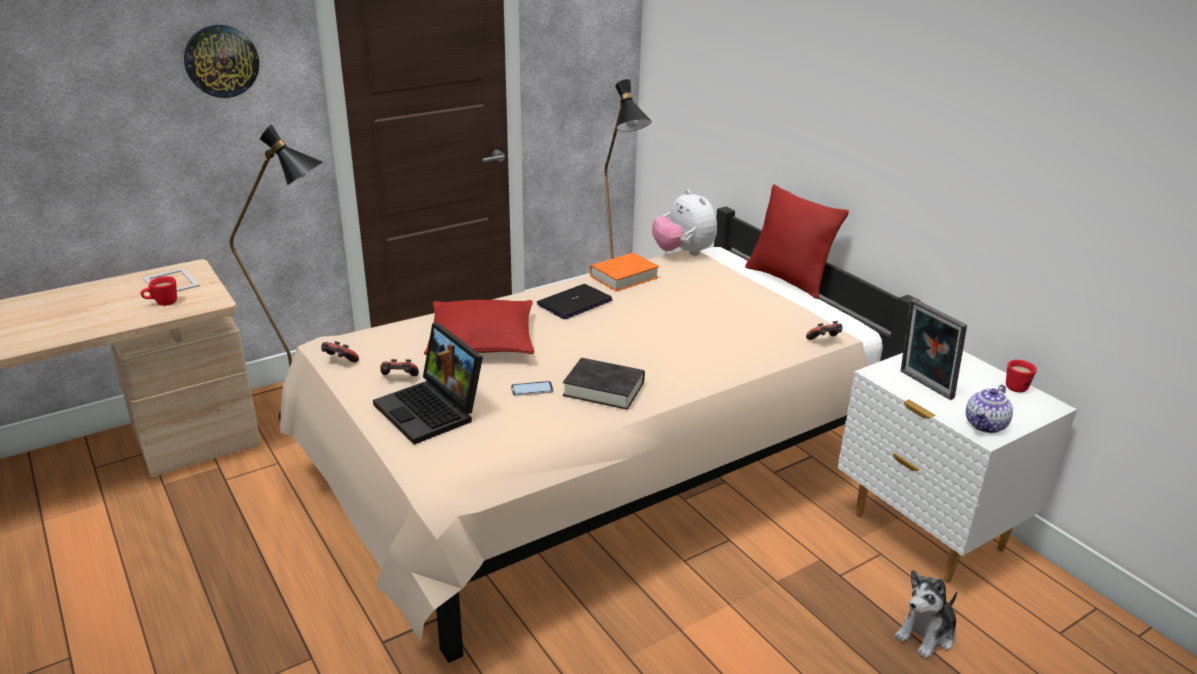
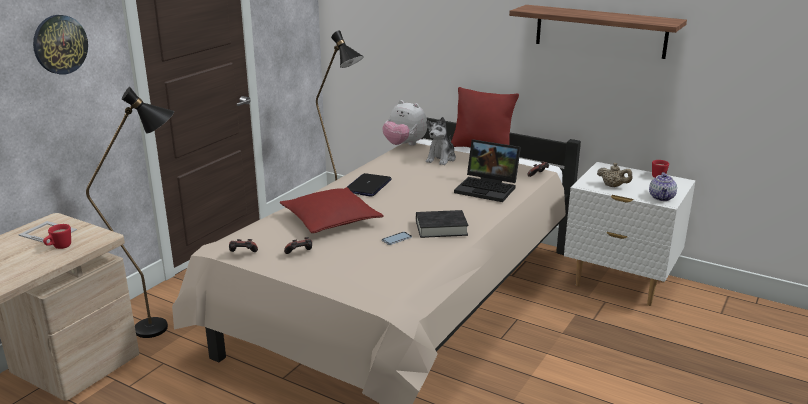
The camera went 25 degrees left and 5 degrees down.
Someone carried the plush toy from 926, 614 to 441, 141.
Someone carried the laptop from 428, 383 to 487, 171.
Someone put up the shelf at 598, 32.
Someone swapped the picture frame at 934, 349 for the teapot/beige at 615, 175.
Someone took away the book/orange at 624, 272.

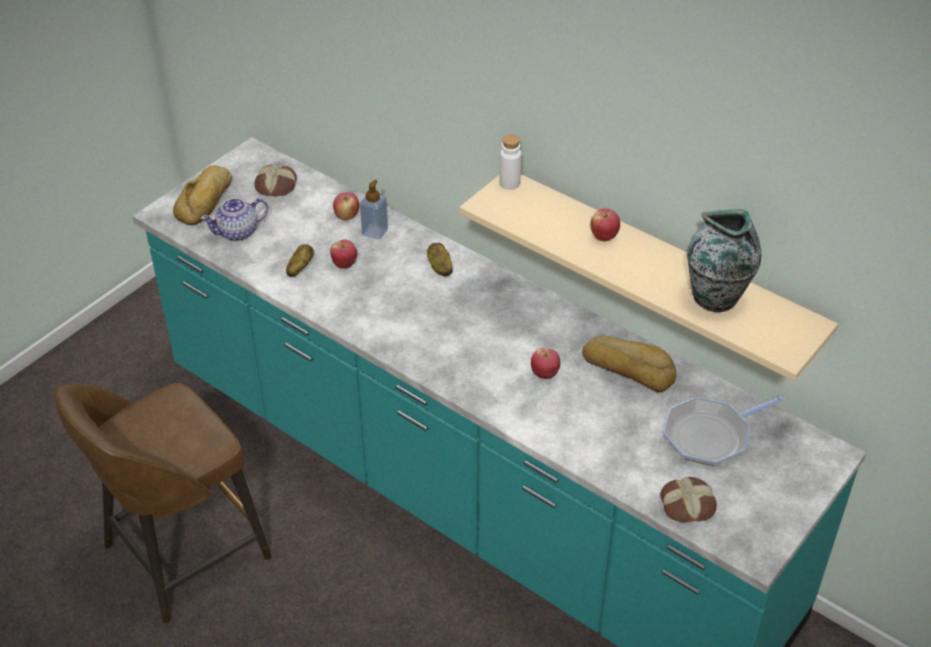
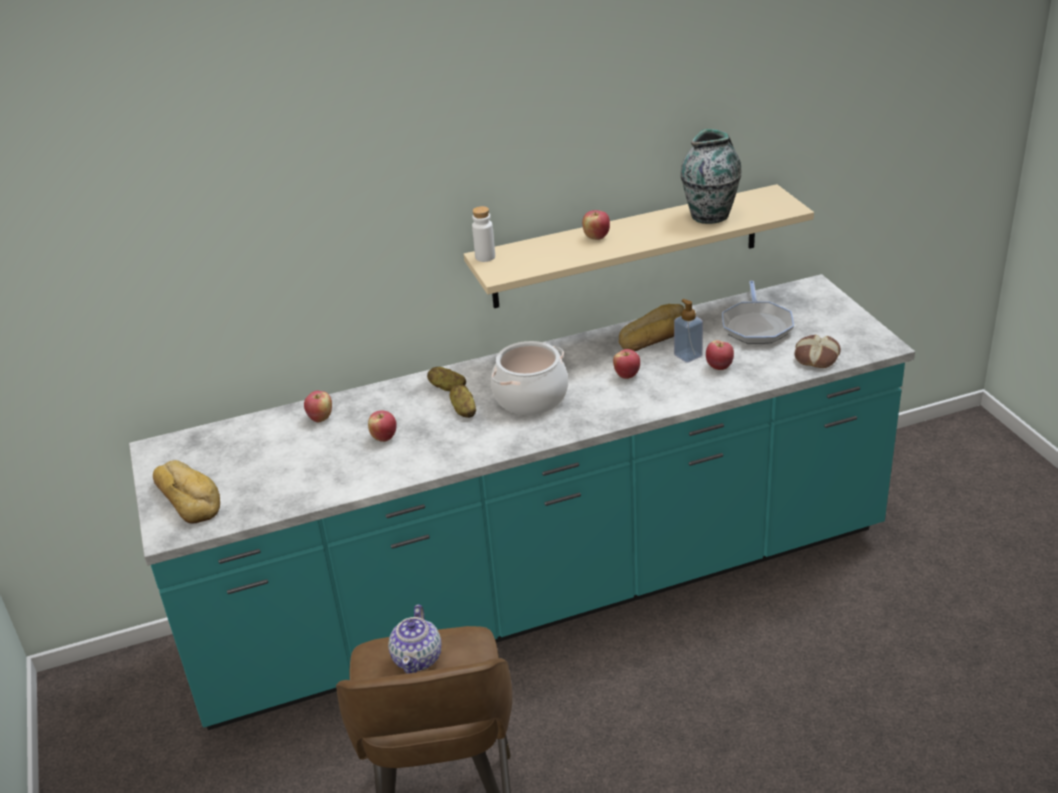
The camera went 55 degrees left and 10 degrees down.
Someone carried the teapot from 234, 219 to 414, 639.
Someone carried the potato from 300, 260 to 463, 401.
Someone put down the cooking pot at 529, 378.
Someone carried the soap dispenser from 374, 210 to 688, 331.
Someone put down the apple at 720, 355.
Someone took away the bread at 276, 180.

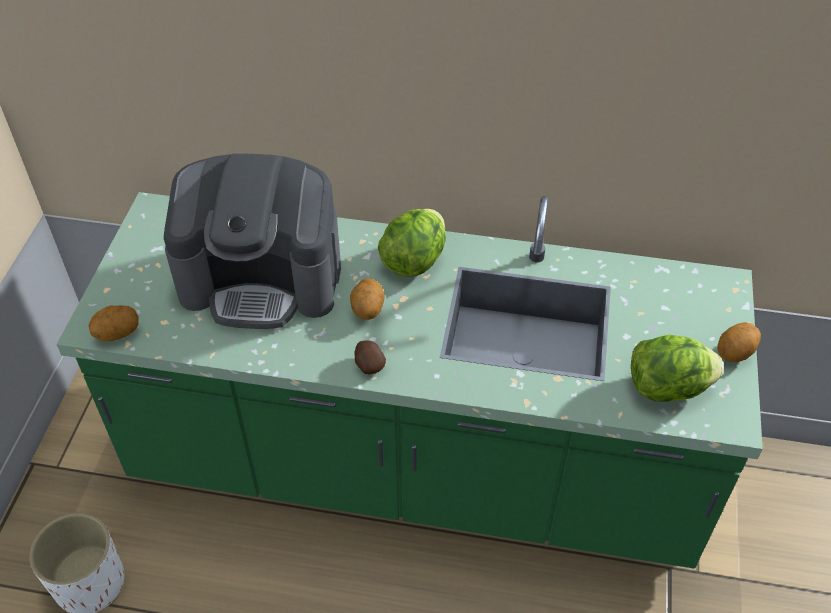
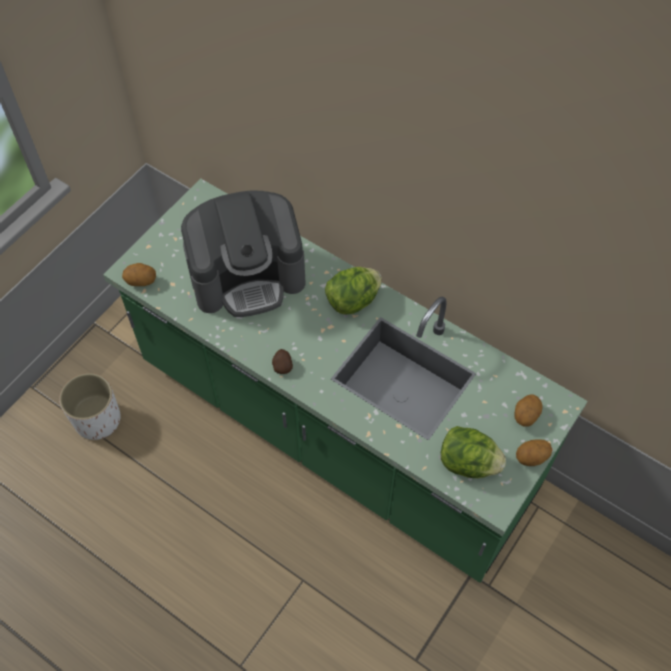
The camera went 25 degrees right and 10 degrees up.
Someone rotated the coffee machine at 252, 241 by 45 degrees counterclockwise.
Someone carried the potato from 367, 299 to 528, 410.

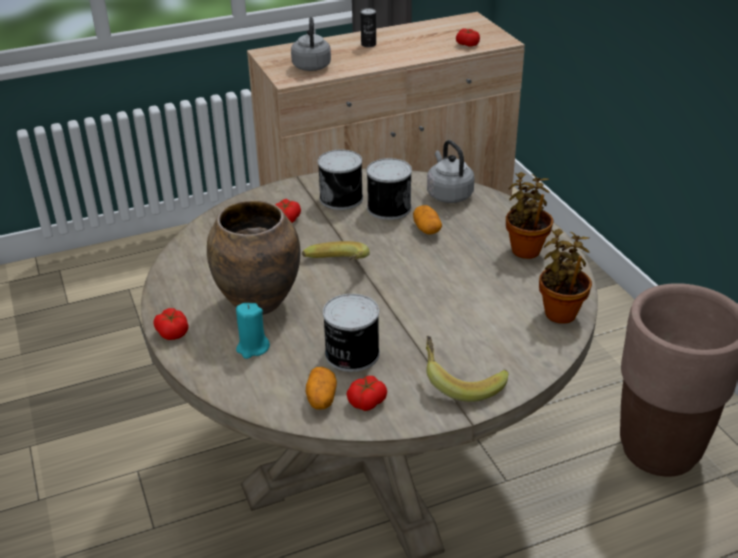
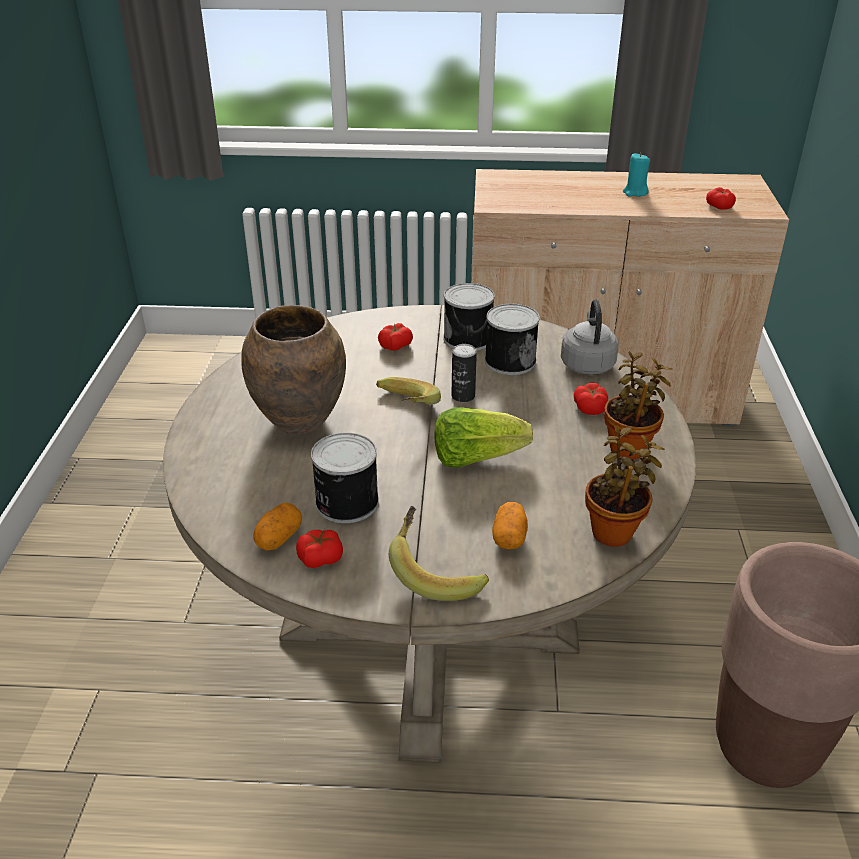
The camera went 25 degrees right and 0 degrees up.
Someone put down the lettuce at 483, 437.
Someone carried the can from 368, 27 to 464, 373.
Someone carried the potato from 427, 219 to 510, 525.
Someone carried the tomato from 171, 324 to 591, 399.
Someone carried the candle/turquoise from 253, 331 to 636, 175.
Someone took away the kettle/grey at 311, 44.

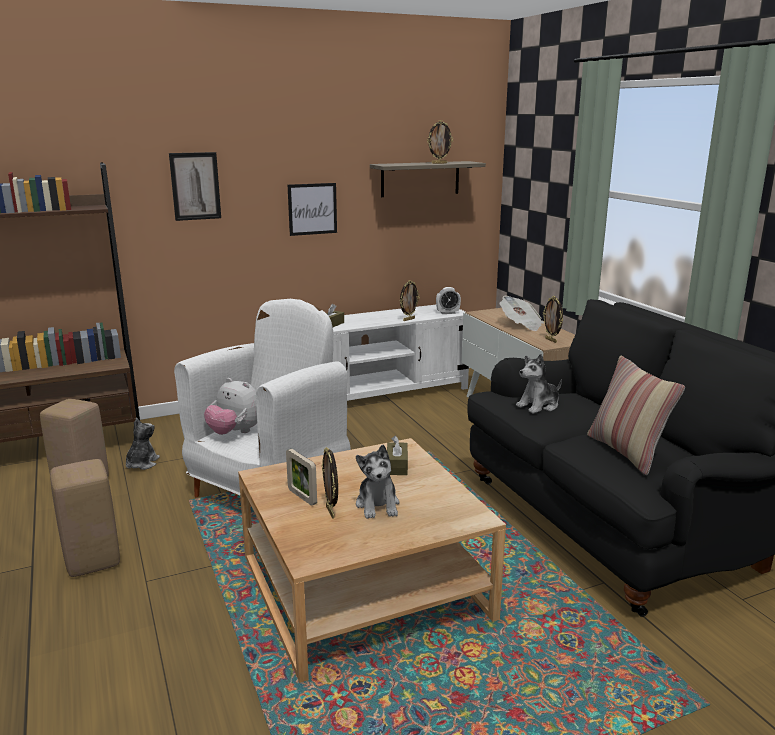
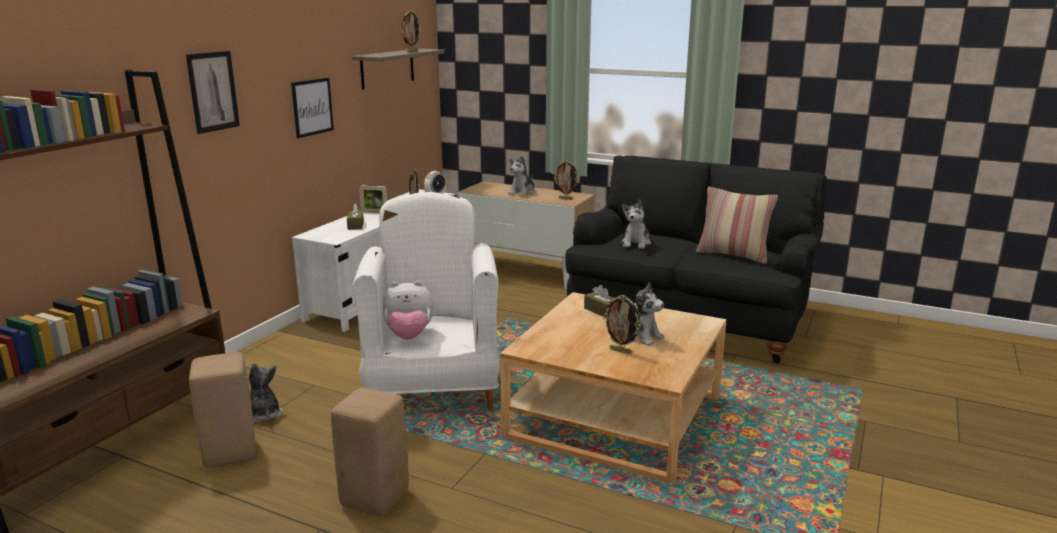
The camera went 40 degrees left and 0 degrees up.
Someone carried the picture frame from 301, 477 to 373, 199.
Someone swapped the newspaper at 522, 313 for the plush toy at 521, 176.

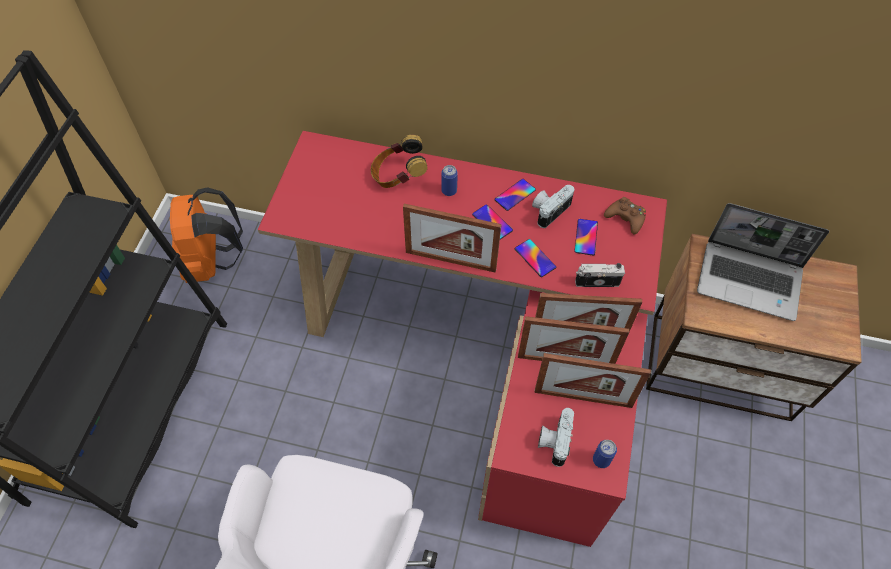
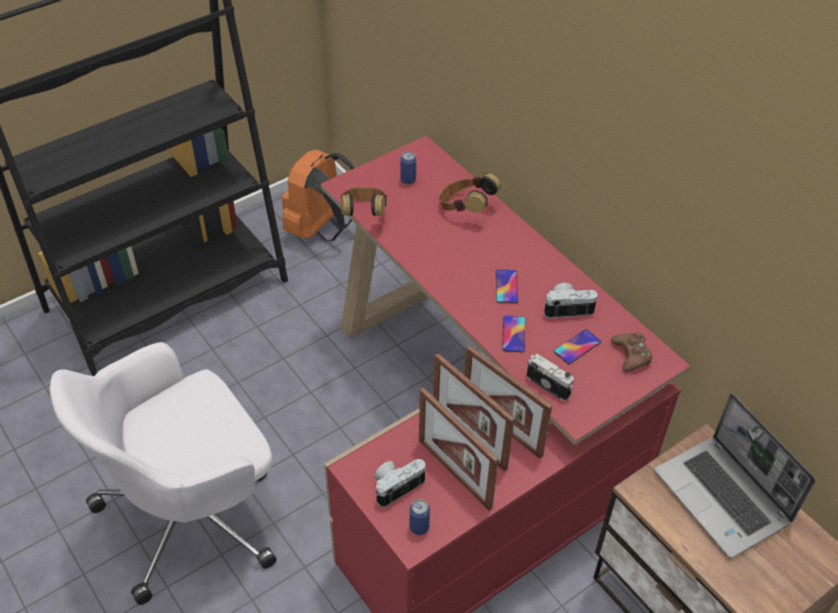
The camera went 40 degrees right and 10 degrees down.
Someone put down the headphones at 364, 201.
Someone carried the can from 449, 180 to 408, 168.
Someone took away the picture frame at 452, 238.
Someone took away the phone at 515, 195.

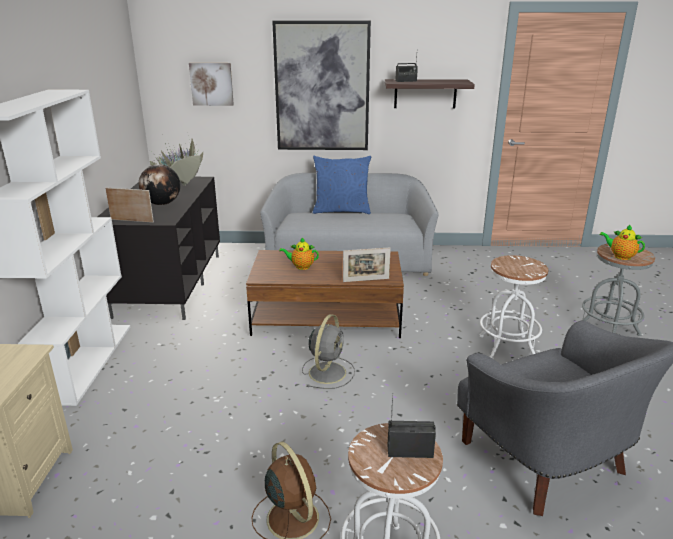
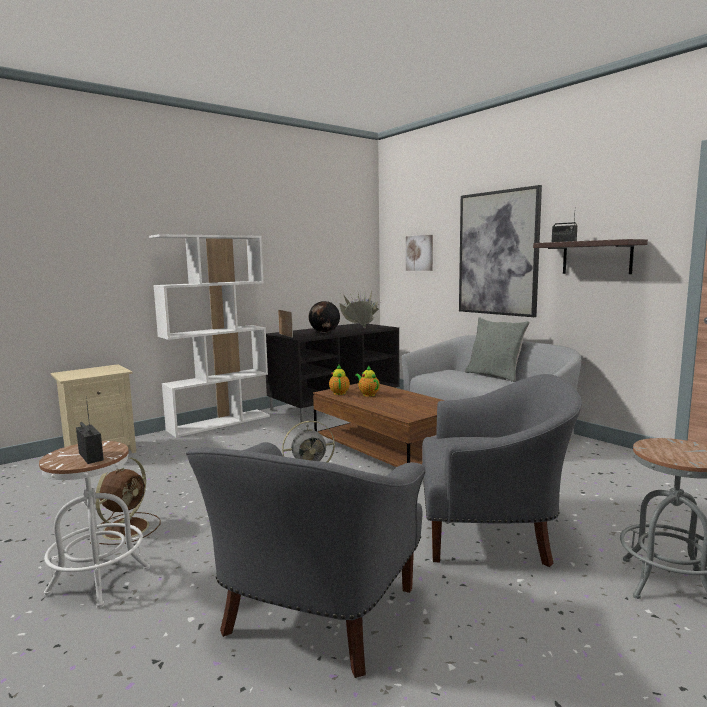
The camera went 50 degrees right and 15 degrees down.
Someone carried the teapot from 622, 242 to 339, 380.
Someone swapped the stool/white at 513, 307 for the armchair/grey at 502, 470.
Someone repainted the pillow/blue at 342, 185, which became the pillow/grey at 497, 349.
Someone took away the picture frame at 367, 264.

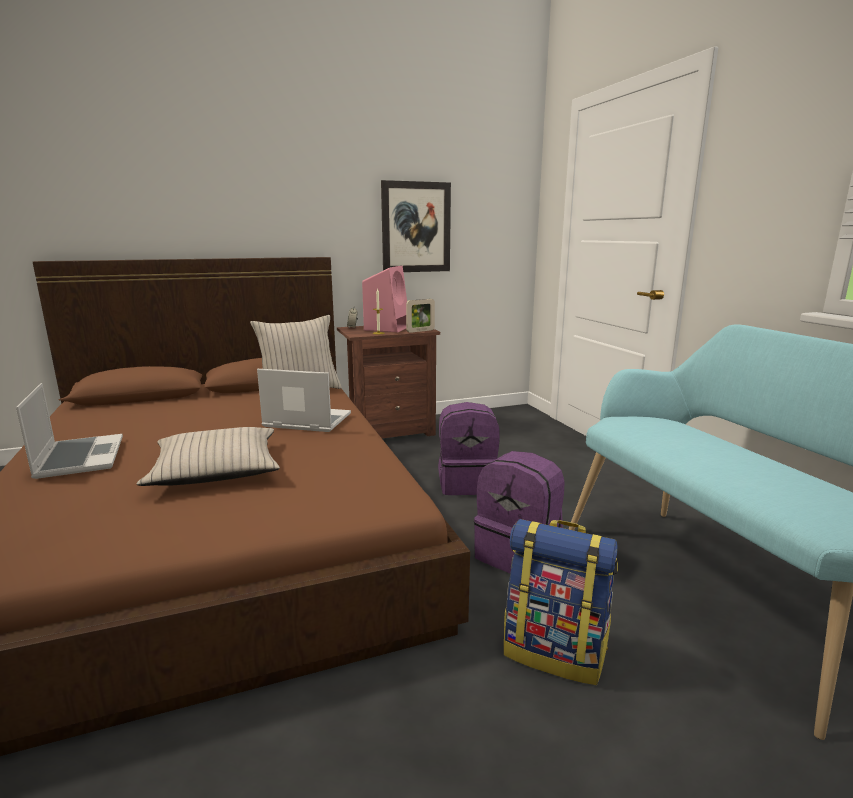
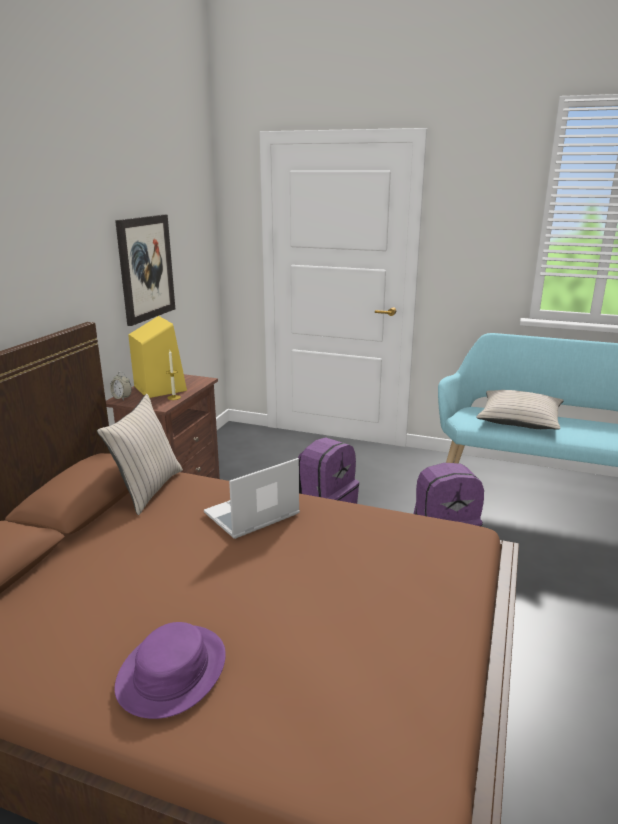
The camera went 50 degrees left and 5 degrees up.
Someone swapped the laptop at 69, 431 for the hat/purple at 170, 670.
Someone repainted the speaker/pink at 384, 299, which became the speaker/yellow at 157, 357.
Someone carried the pillow/beige from 208, 456 to 520, 410.
Someone took away the picture frame at 420, 316.
Someone took away the backpack at 561, 602.

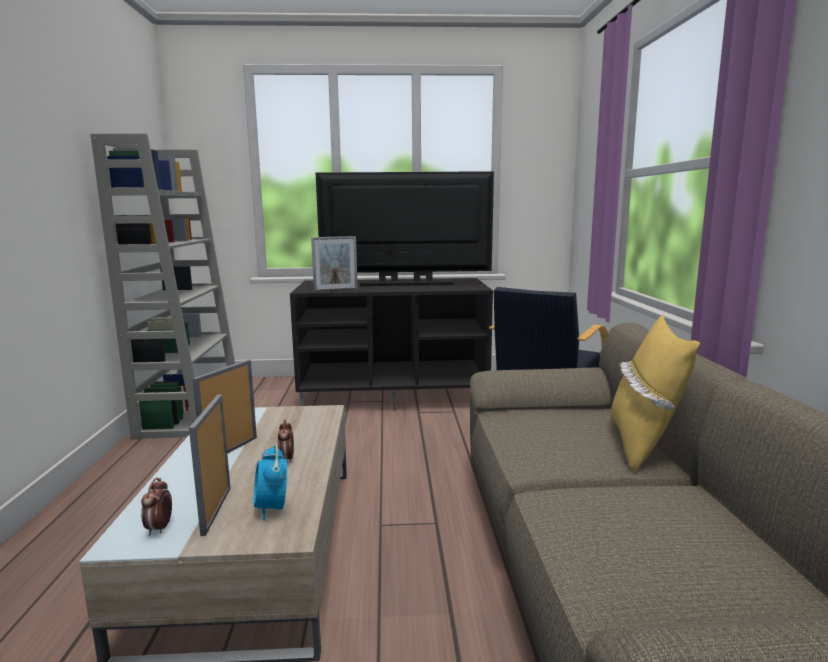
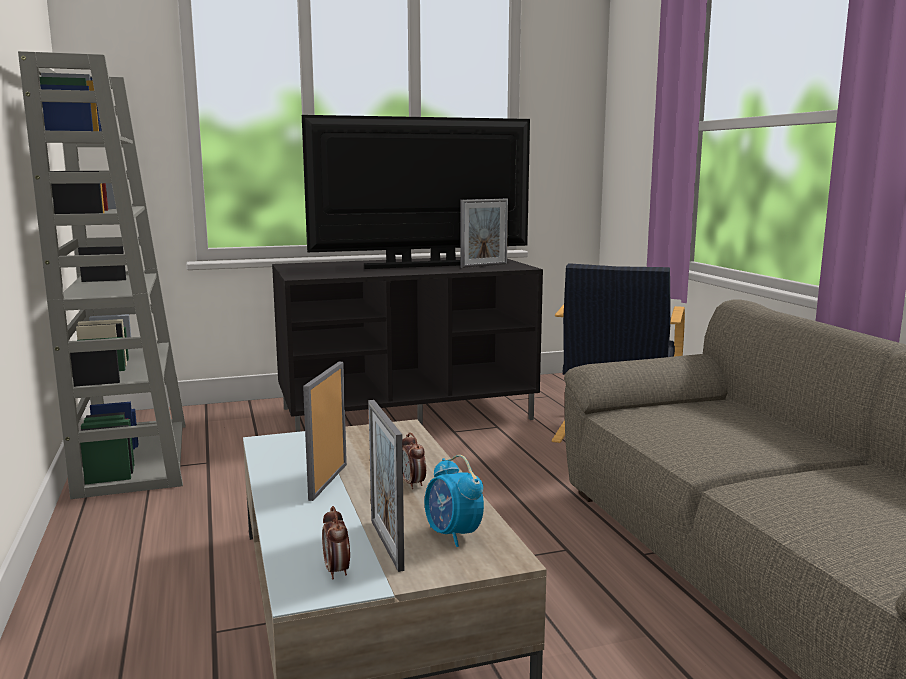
The camera went 15 degrees left and 0 degrees up.
Someone carried the picture frame from 334, 264 to 484, 233.
Someone took away the pillow/yellow at 655, 394.

